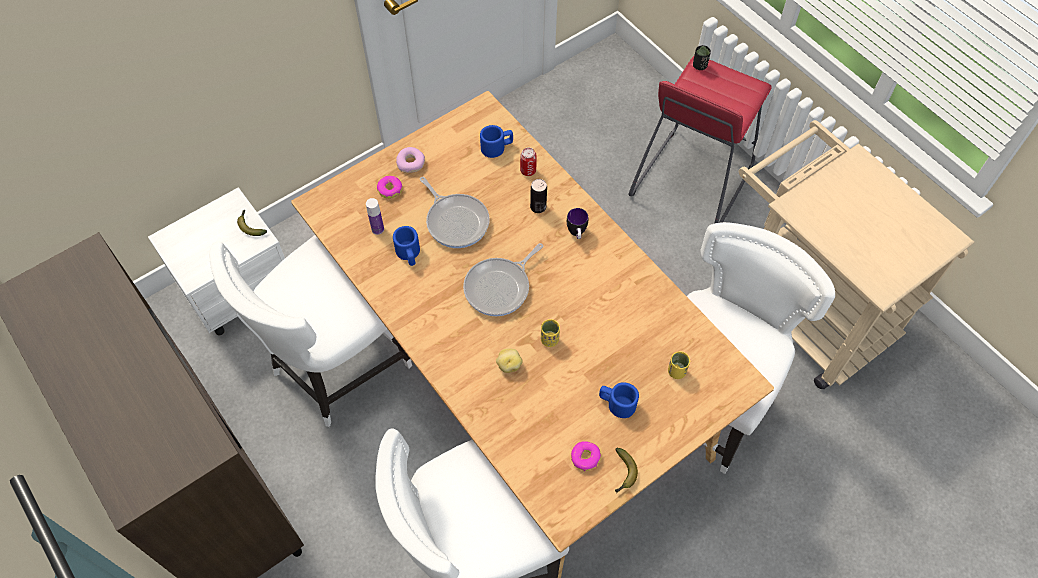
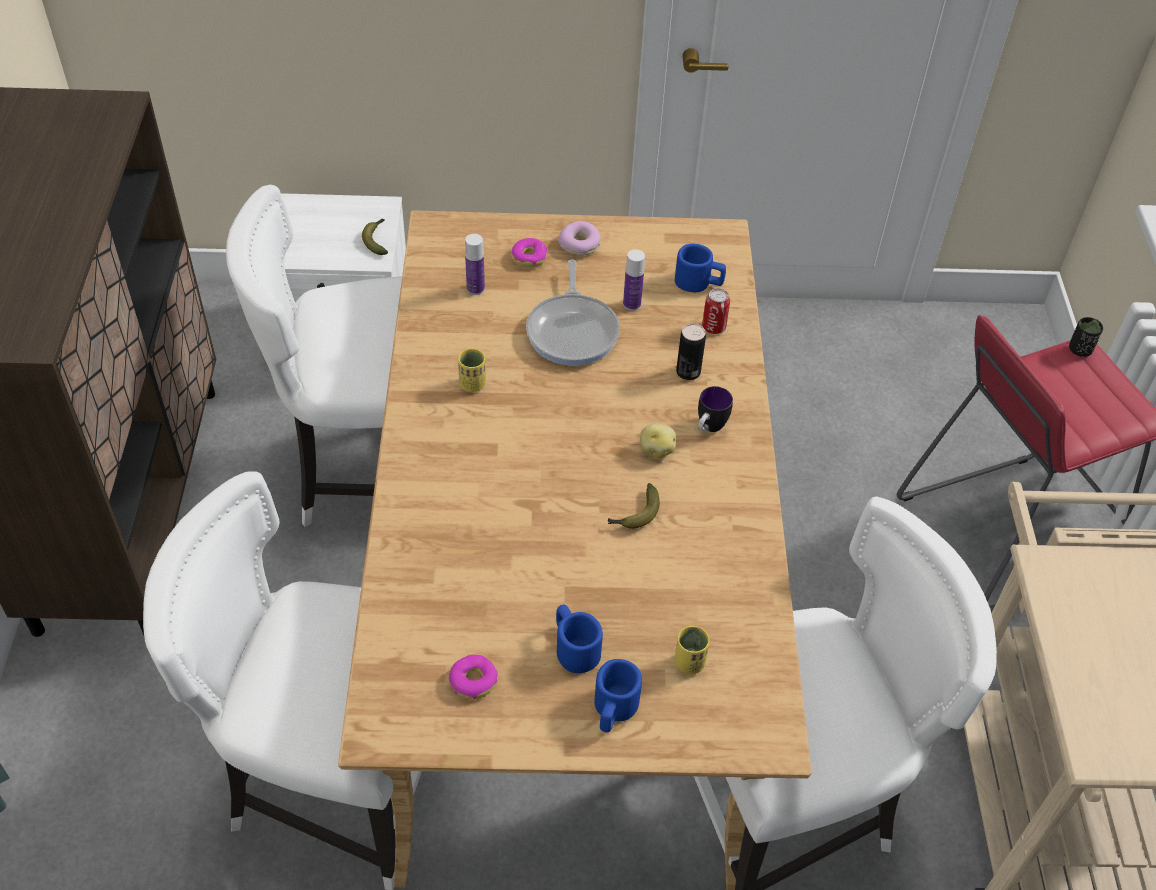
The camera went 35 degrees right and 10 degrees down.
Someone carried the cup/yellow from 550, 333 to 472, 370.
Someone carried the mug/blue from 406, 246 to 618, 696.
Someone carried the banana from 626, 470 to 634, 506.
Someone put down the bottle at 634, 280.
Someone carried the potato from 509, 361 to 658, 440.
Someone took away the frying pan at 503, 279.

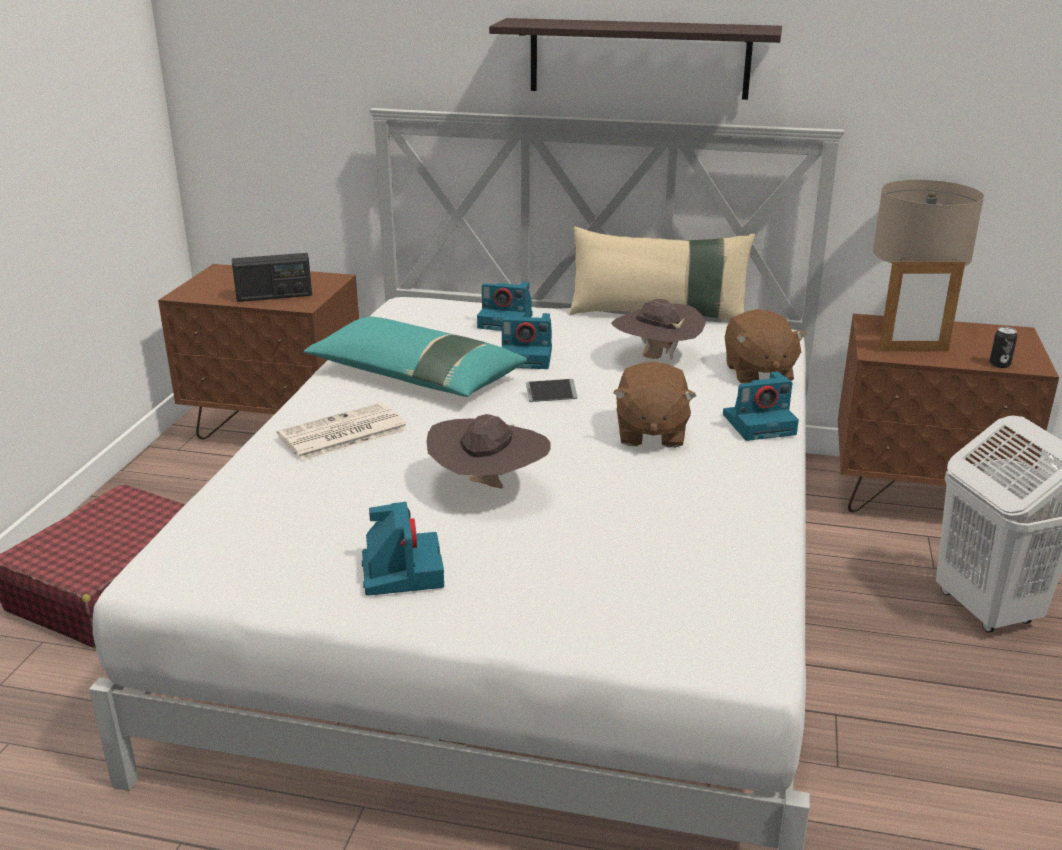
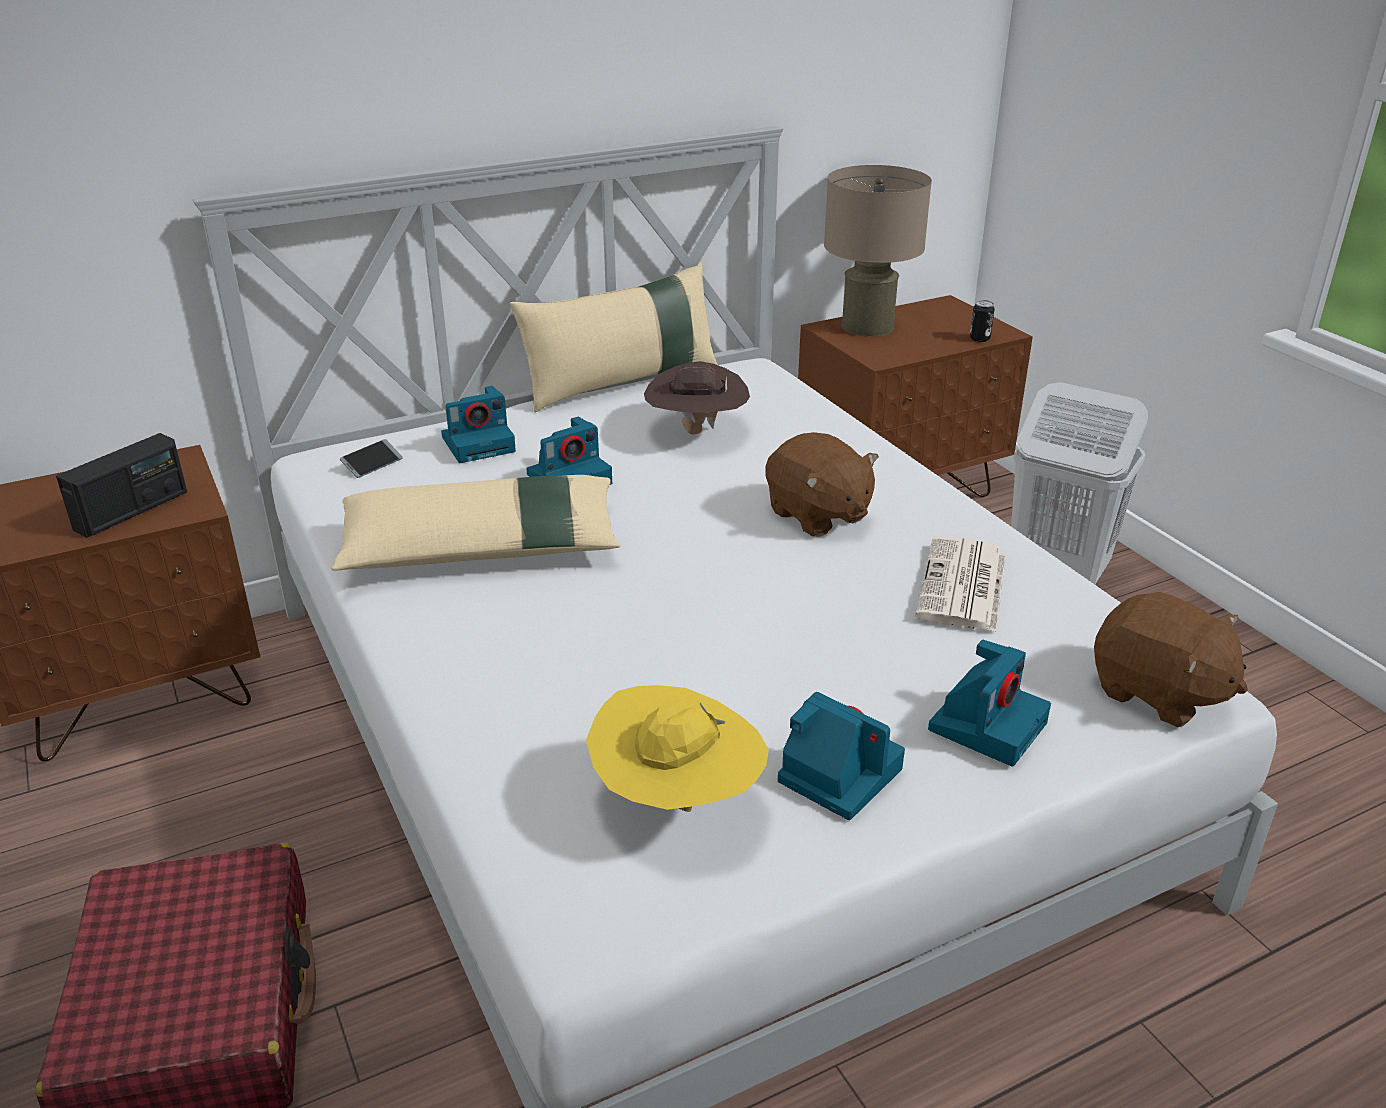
The camera went 40 degrees left and 5 degrees up.
Someone repainted the pillow/turquoise at 415, 357, which became the pillow/beige at 476, 523.
Someone carried the phone from 551, 390 to 371, 458.
Someone put down the hat/yellow at 677, 748.
Someone carried the newspaper from 342, 432 to 960, 584.
Someone carried the photo camera from 761, 406 to 989, 703.
Someone carried the plush toy/brown from 766, 346 to 1171, 659.
Someone took away the hat/brown at 488, 451.
Someone took away the shelf at 635, 59.
Someone took away the picture frame at 921, 305.

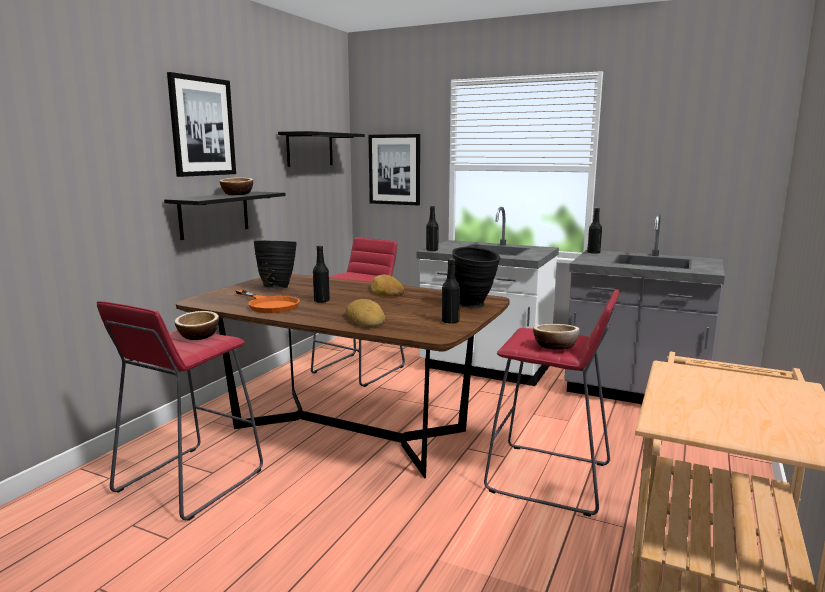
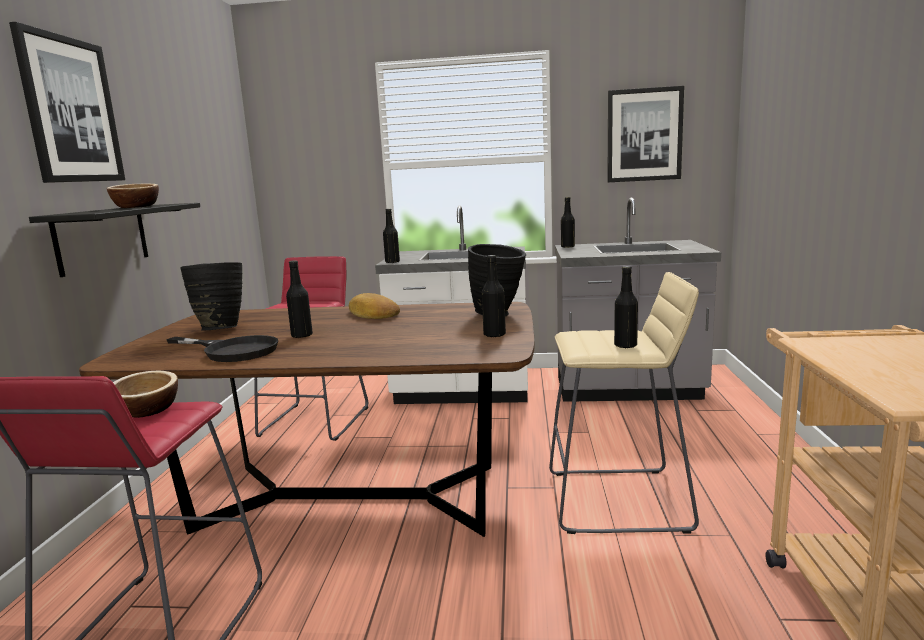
The camera went 20 degrees left and 0 degrees up.
Someone repainted the frying pan/orange at 268, 301, which became the frying pan/black at 222, 348.
Someone repainted the stool/red at 551, 403, which became the stool/beige at 624, 403.
Someone carried the picture from 394, 170 to 645, 134.
Someone swapped the bowl at 556, 337 for the bottle/black at 626, 307.
Someone took away the shelf/black at 321, 149.
Someone took away the bread at 365, 313.

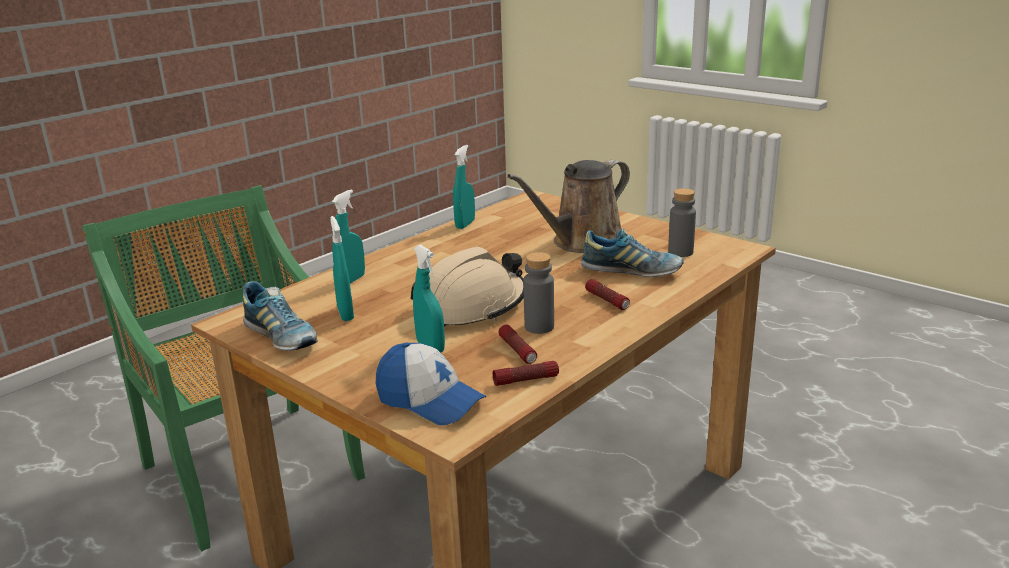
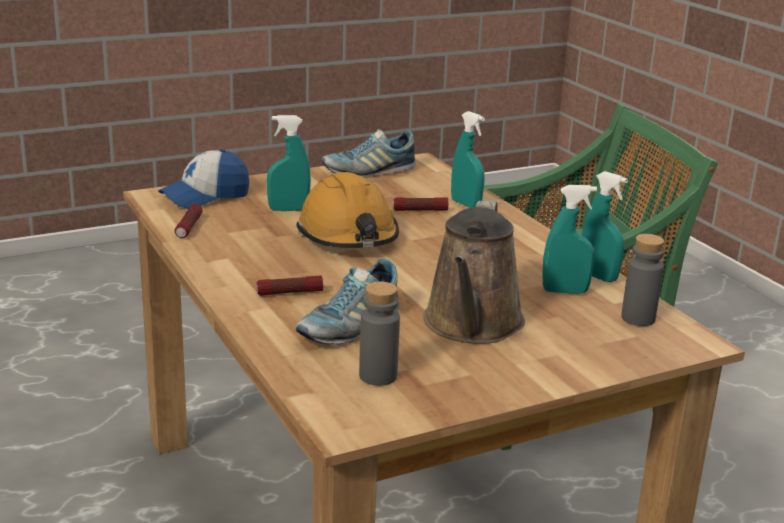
The camera went 110 degrees right and 0 degrees up.
Someone repainted the hard hat/beige at 467, 287, which became the hard hat/orange at 347, 210.
Someone carried the flashlight from 517, 344 to 420, 204.
Someone rotated the watering can/brown at 568, 206 by 150 degrees counterclockwise.
Someone carried the spray bottle/turquoise from 342, 268 to 569, 239.
Someone carried the bottle/grey from 538, 293 to 642, 280.

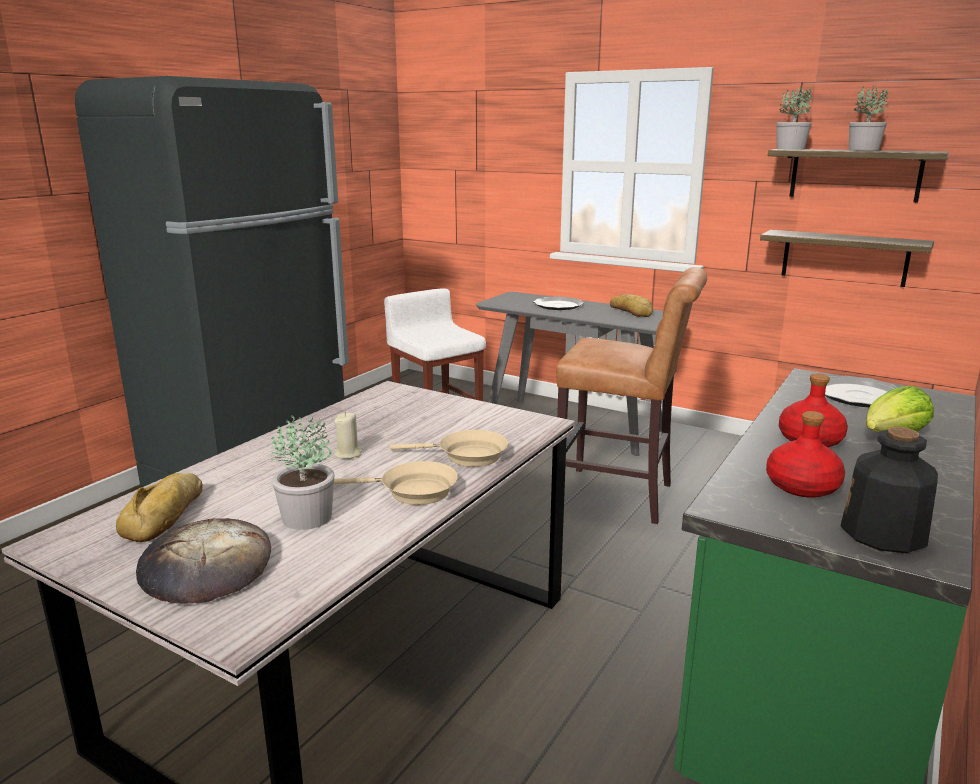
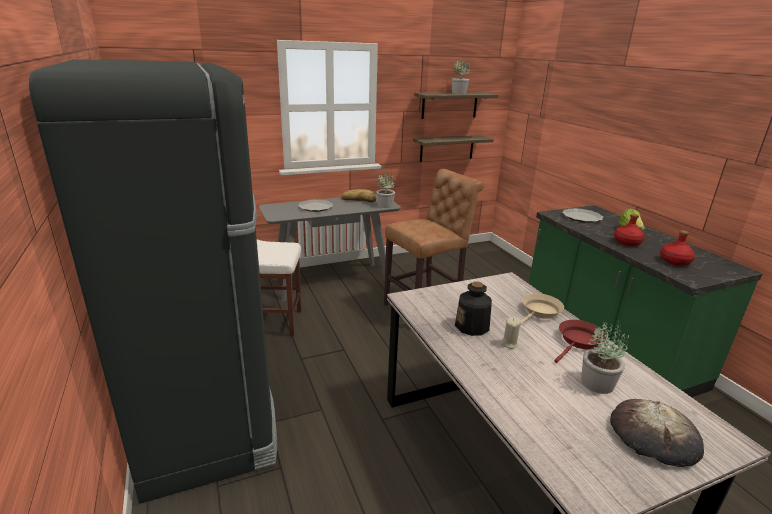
The camera went 55 degrees left and 5 degrees up.
Someone carried the potted plant from 794, 118 to 385, 190.
Someone carried the bottle from 889, 490 to 473, 309.
Someone repainted the frying pan/beige at 396, 483, which became the frying pan/red at 580, 341.
Someone took away the bread at 159, 507.

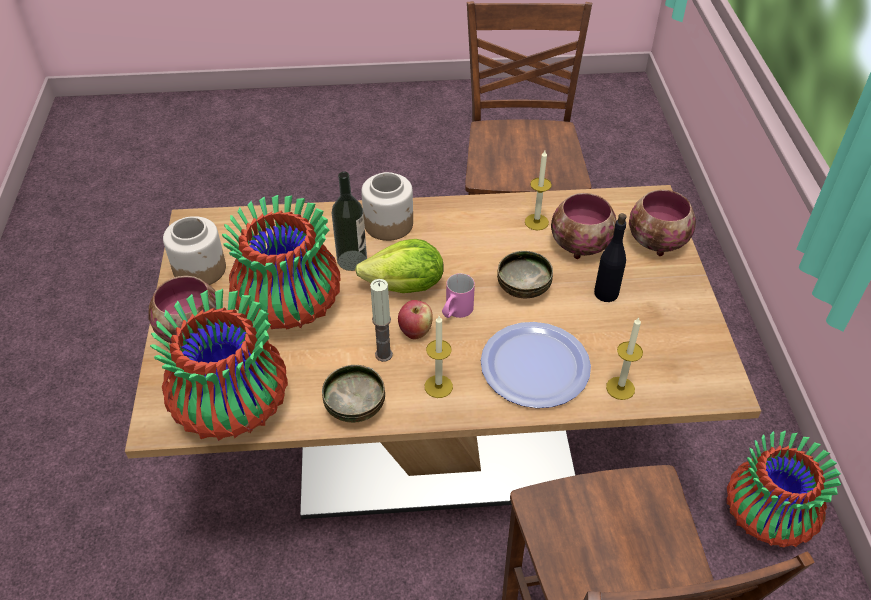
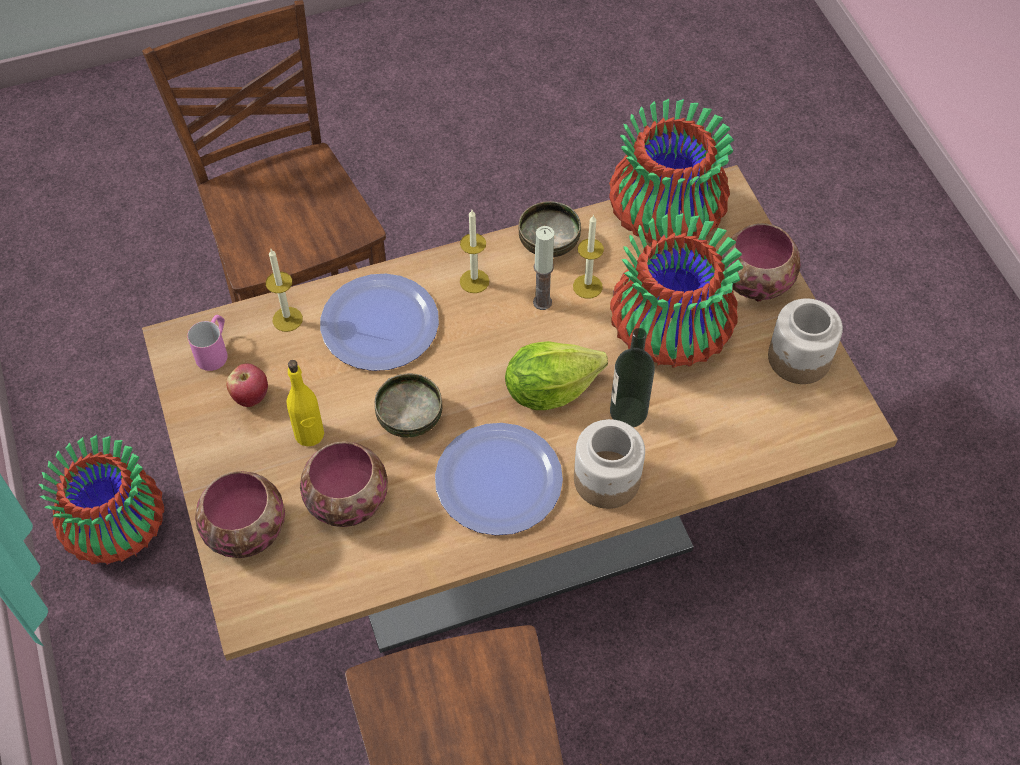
The camera went 165 degrees right and 10 degrees up.
Someone carried the mug/pink from 458, 295 to 207, 343.
Someone carried the apple from 415, 320 to 247, 385.
Someone repainted the bottle/black at 610, 257, which became the bottle/yellow at 305, 403.
Someone put down the plate at 499, 479.
Someone carried the candle from 538, 190 to 588, 256.

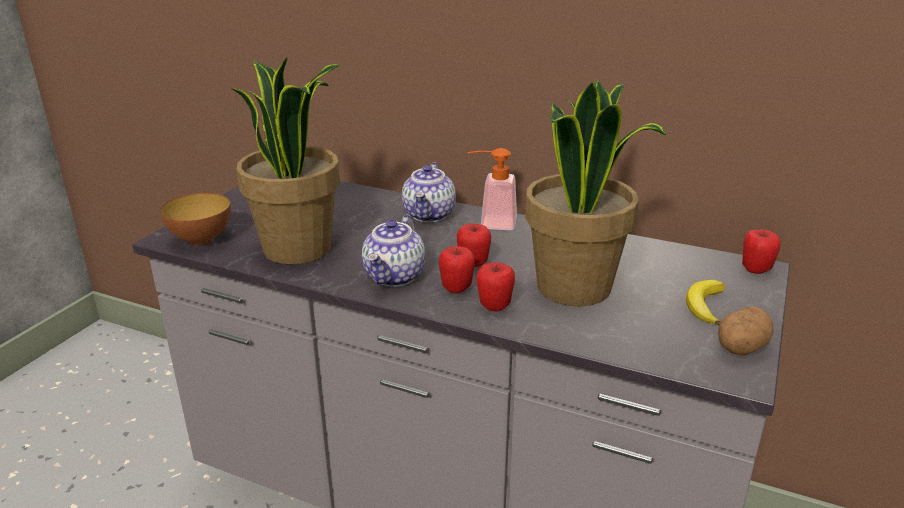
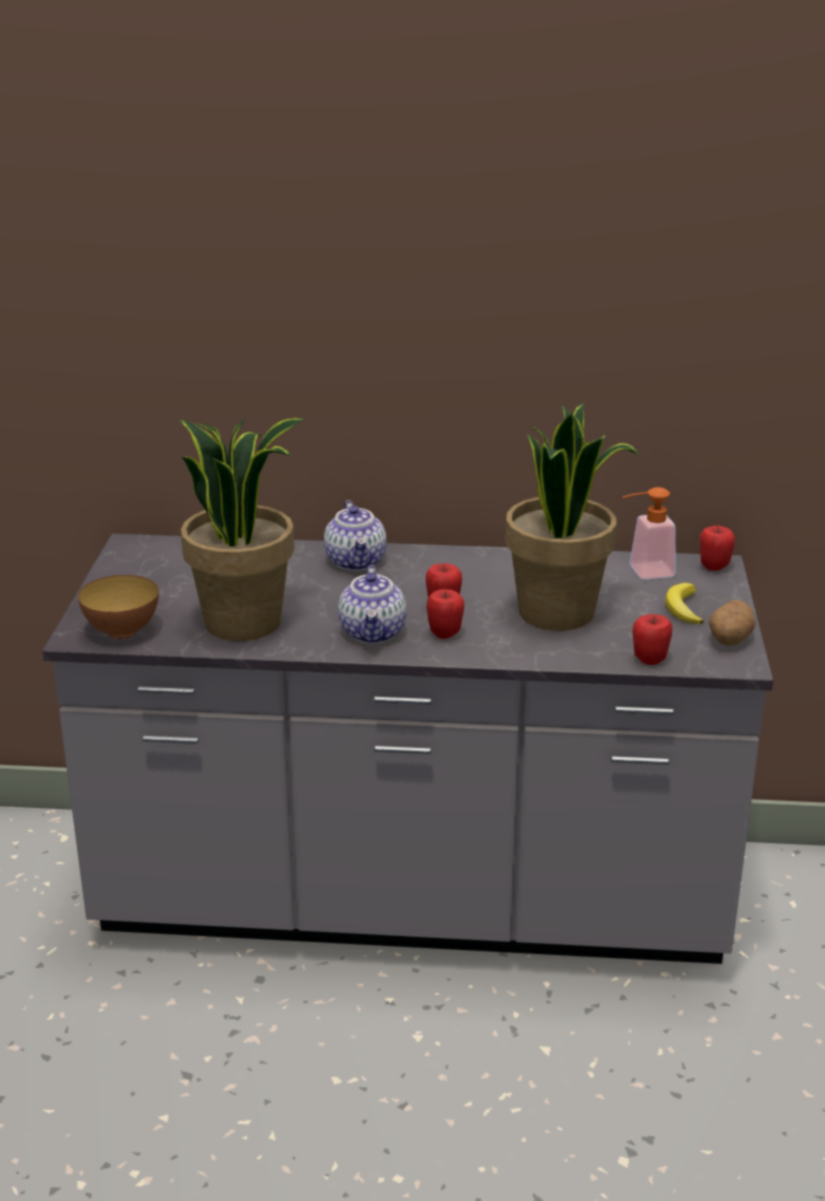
The camera went 20 degrees left and 0 degrees up.
Someone carried the soap dispenser from 492, 189 to 649, 533.
Someone carried the apple from 495, 286 to 652, 639.

